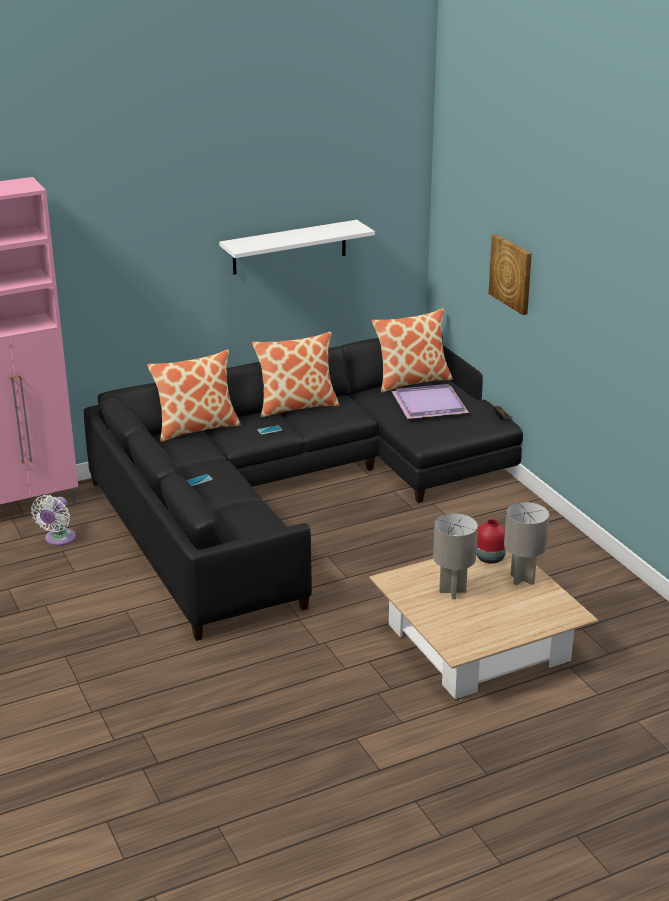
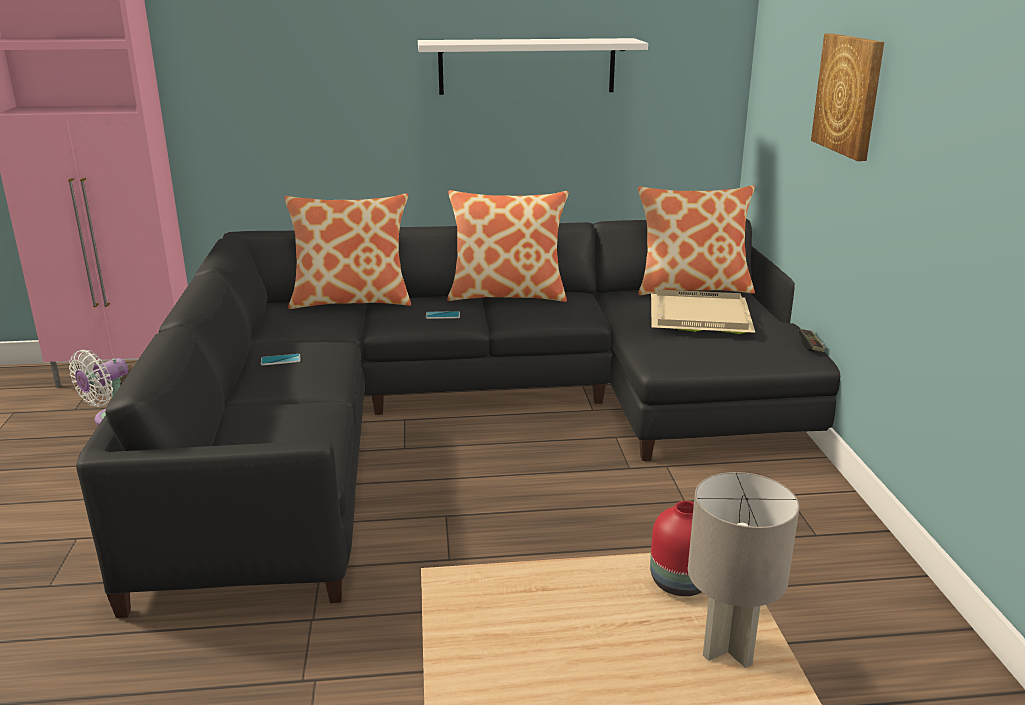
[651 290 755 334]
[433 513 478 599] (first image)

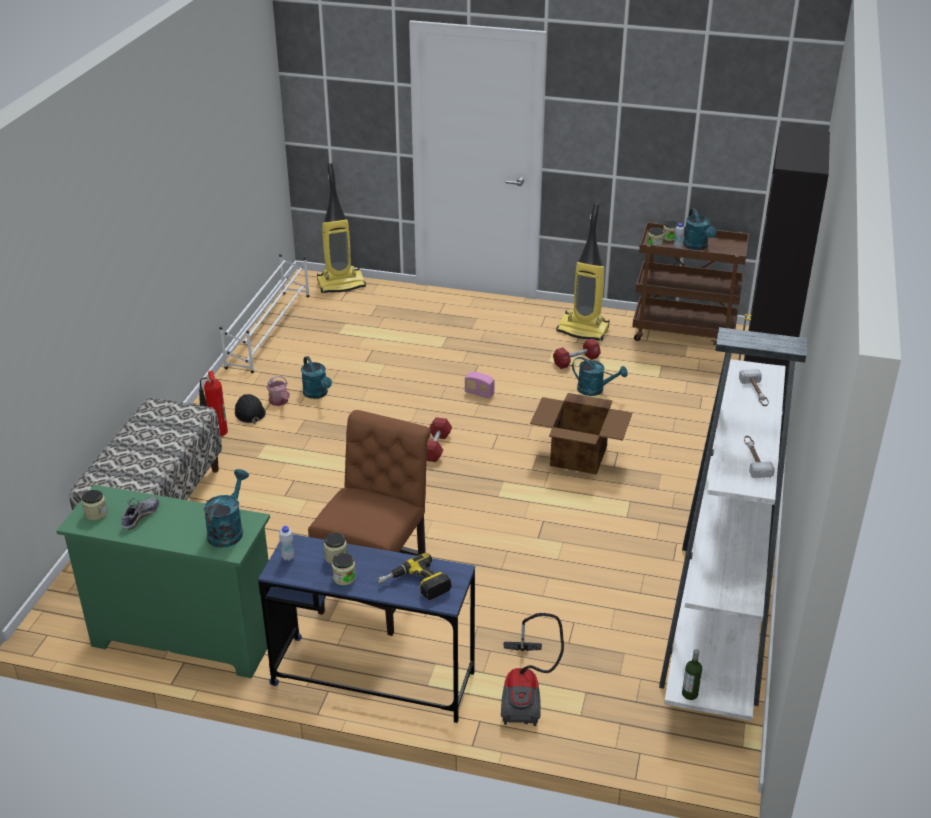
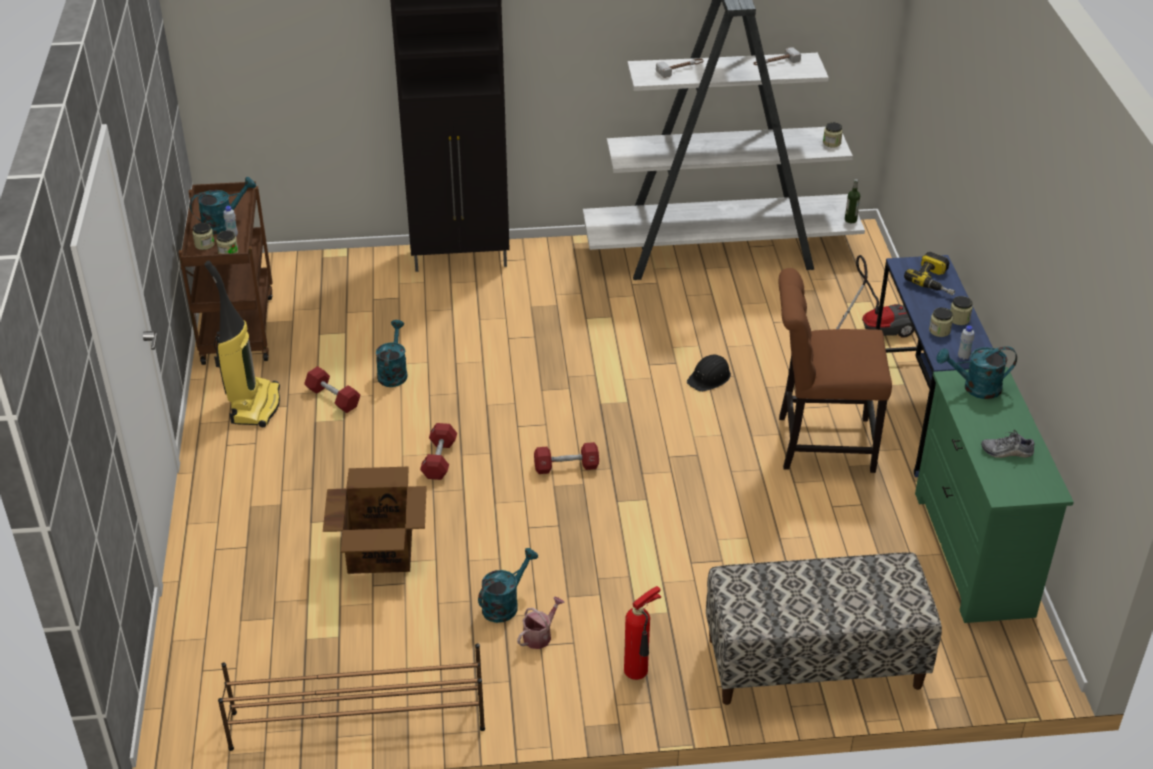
[218 643 485 751]
[323 467 427 574]
[420 423 457 480]
[687 355 731 392]
[823 122 843 148]
[317 163 366 293] (first image)

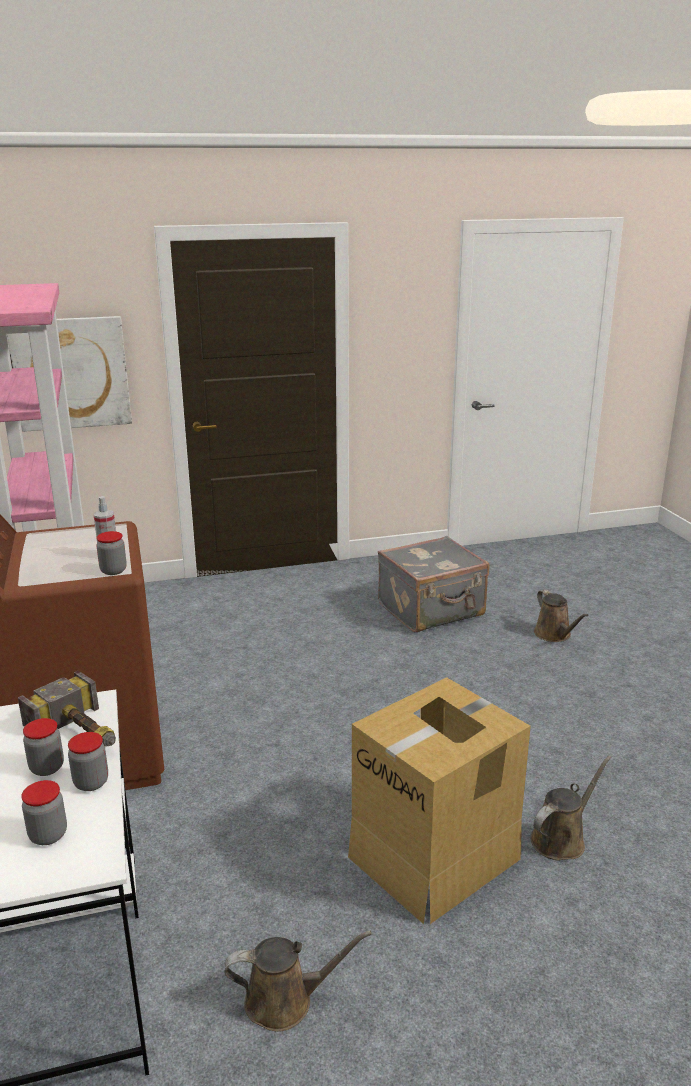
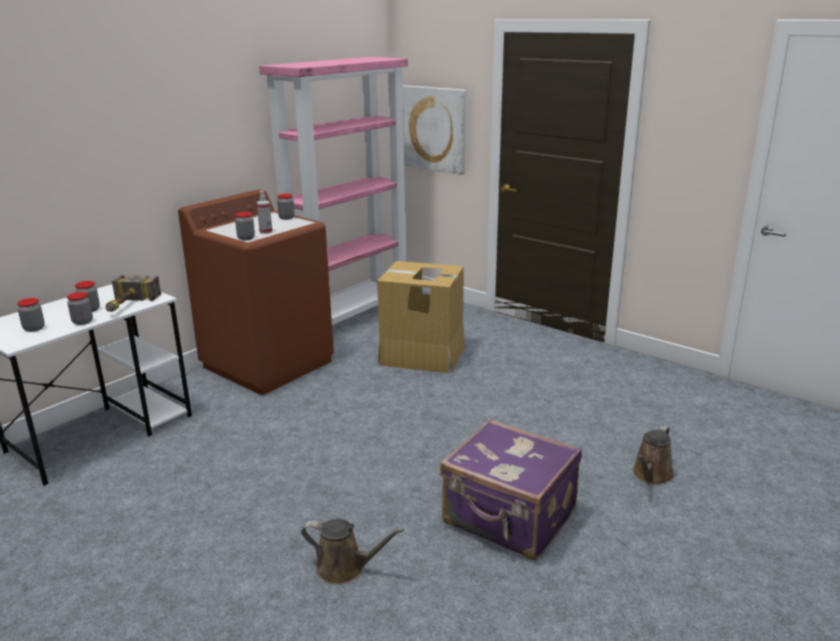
[277 194 295 220]
[377 261 465 373]
[440 419 582 561]
[224 931 372 1032] (first image)
[378 536 490 632] (first image)

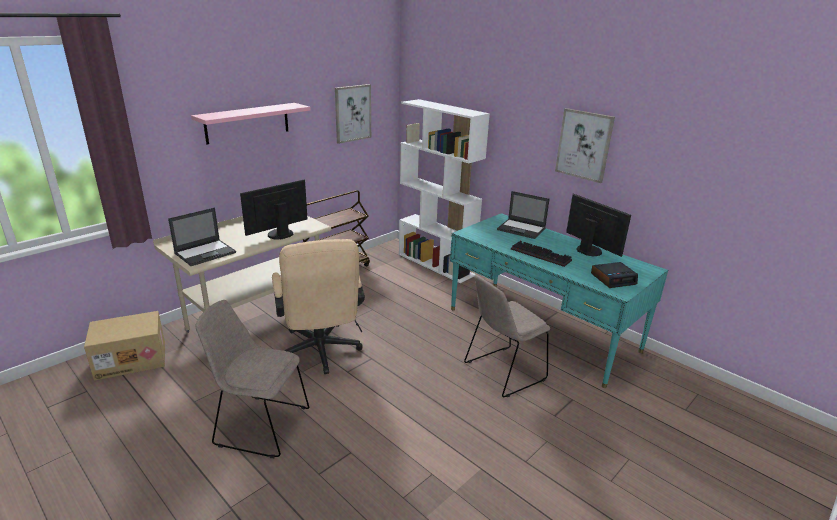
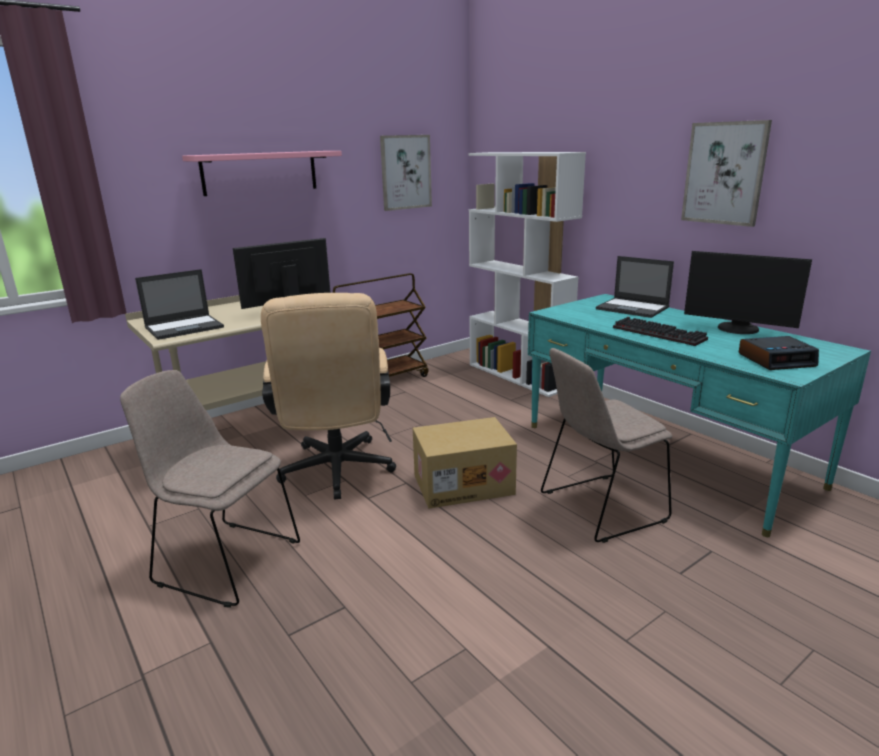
[413 417 517 508]
[684 251 812 334]

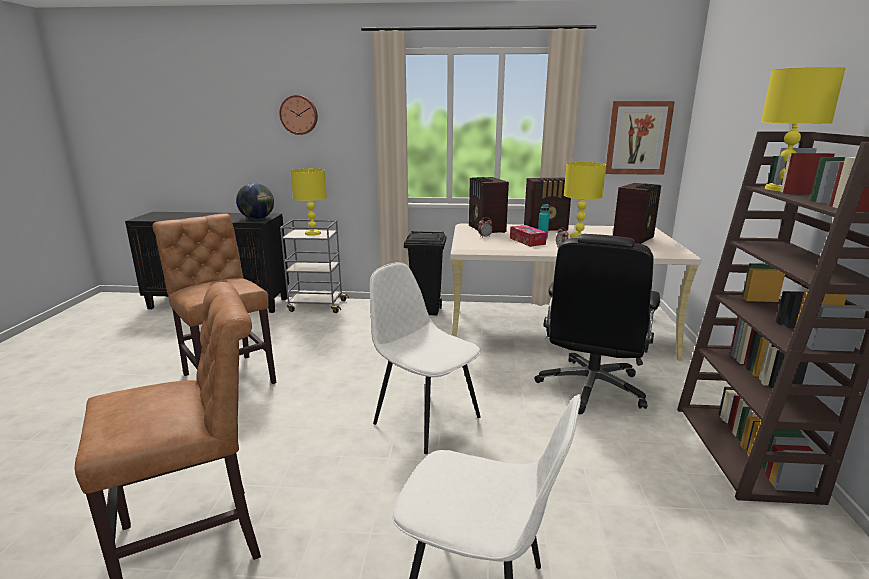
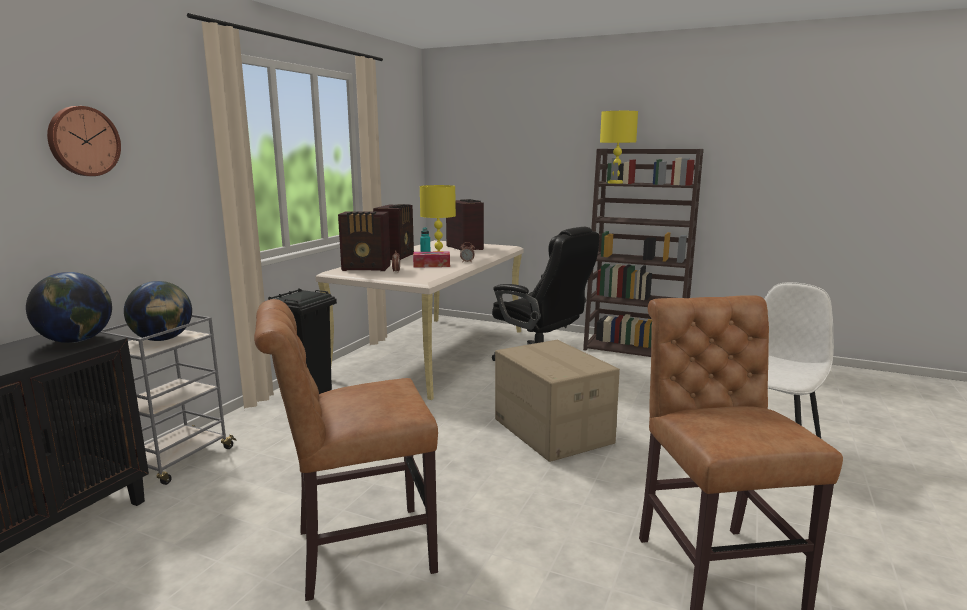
[124 281 192 341]
[495 340 620 462]
[605 101 675 175] (first image)

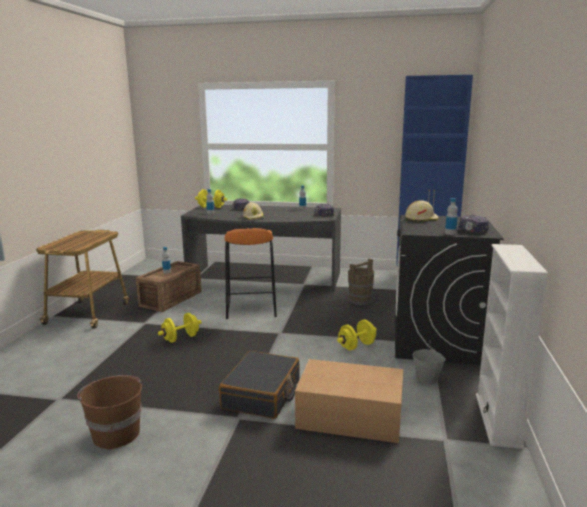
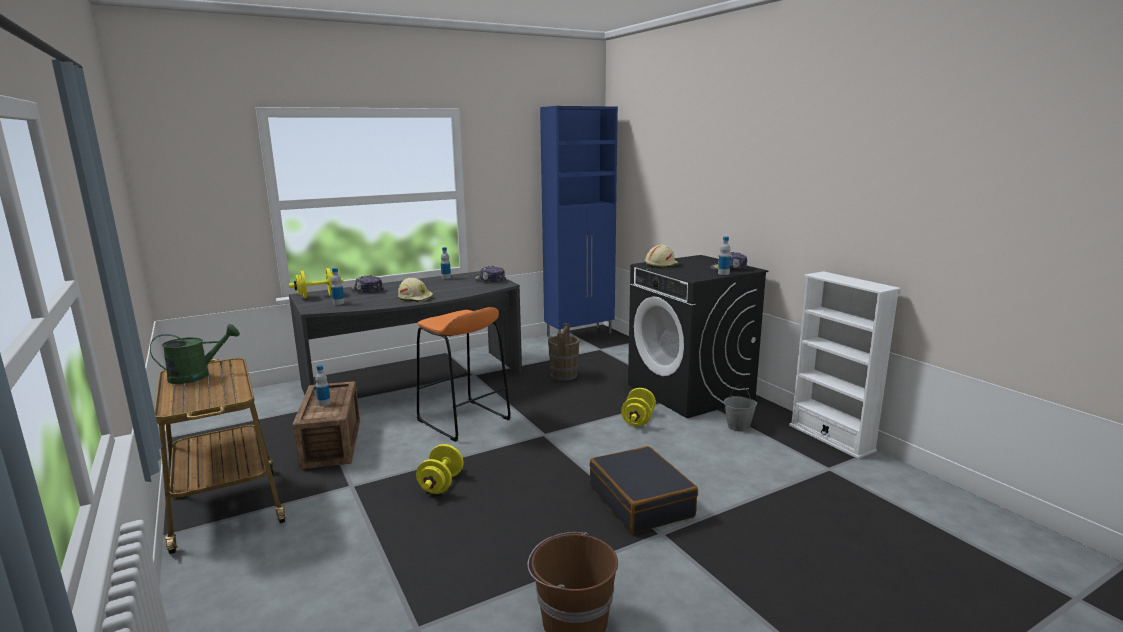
[150 324 240 384]
[295 359 403 443] (first image)

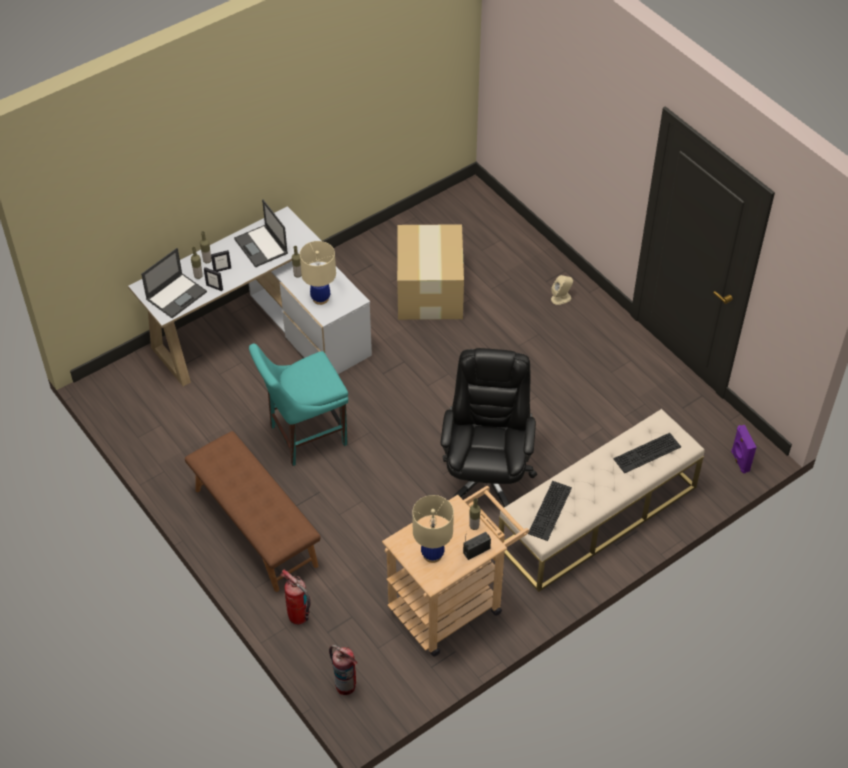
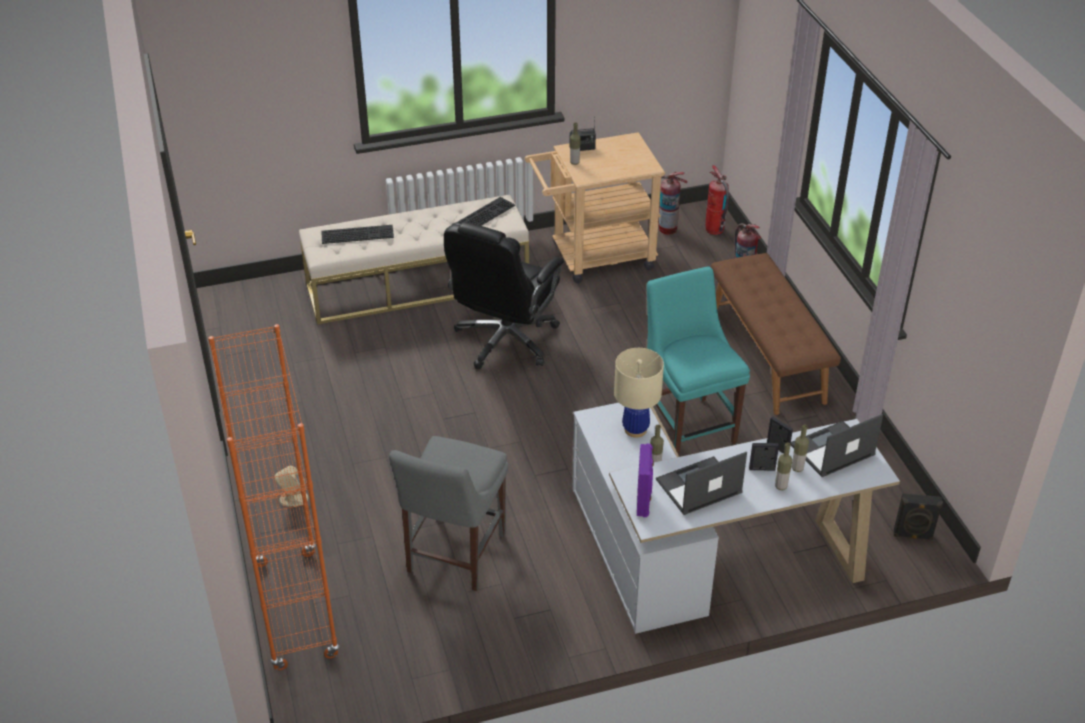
[208 324 340 670]
[389 436 509 591]
[637 444 654 517]
[647 266 750 455]
[656 452 747 515]
[658 172 688 235]
[894 493 943 540]
[412 495 454 563] (first image)

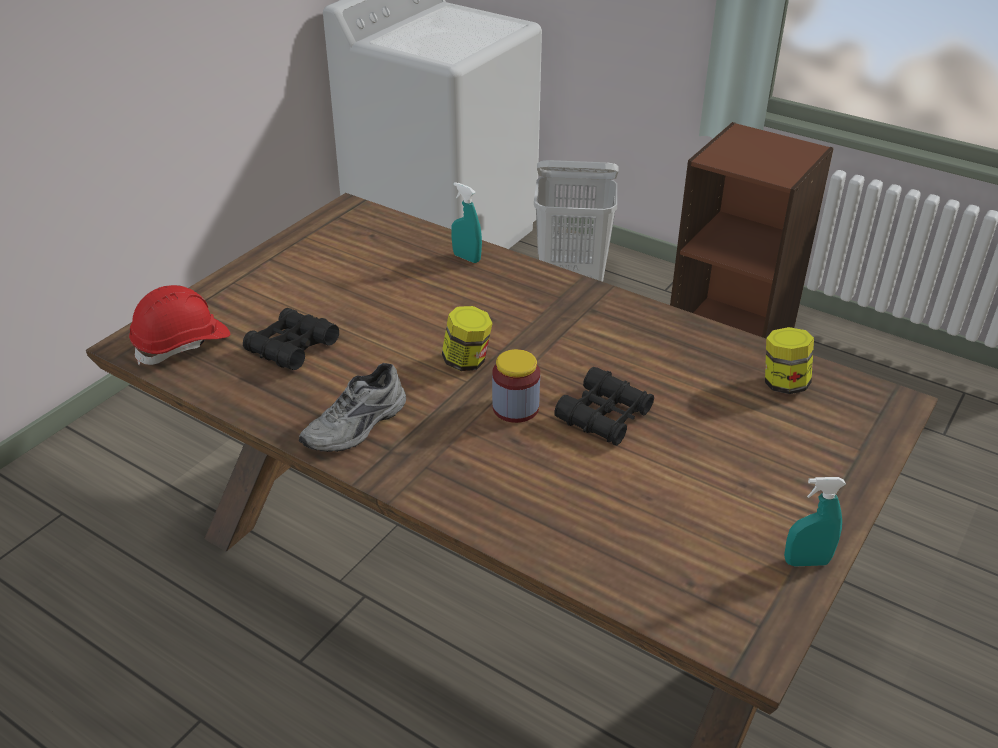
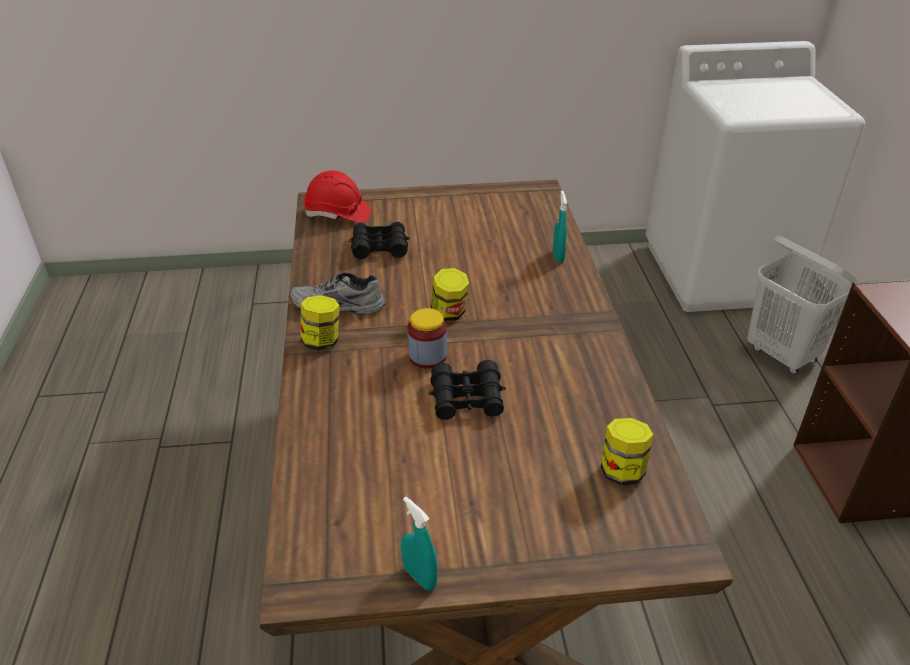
[300 295 340 351]

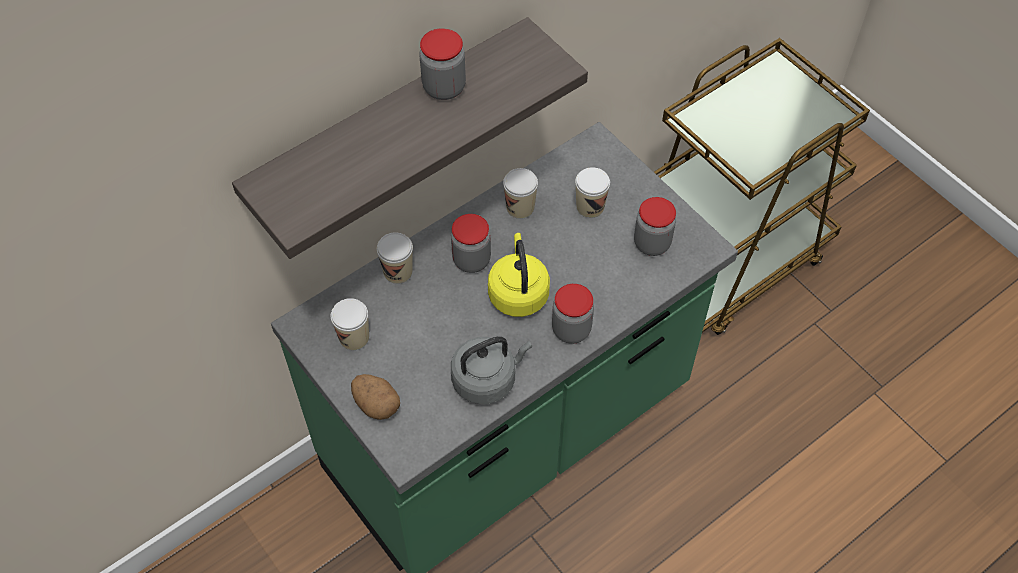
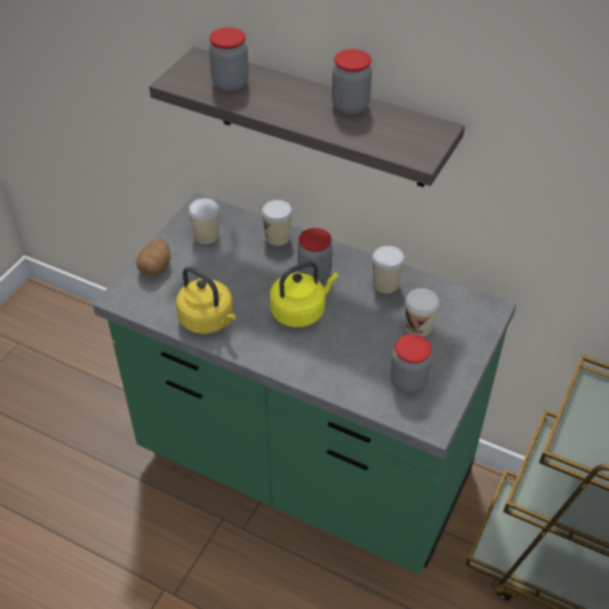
[176 267 236 334]
[209 27 249 92]

